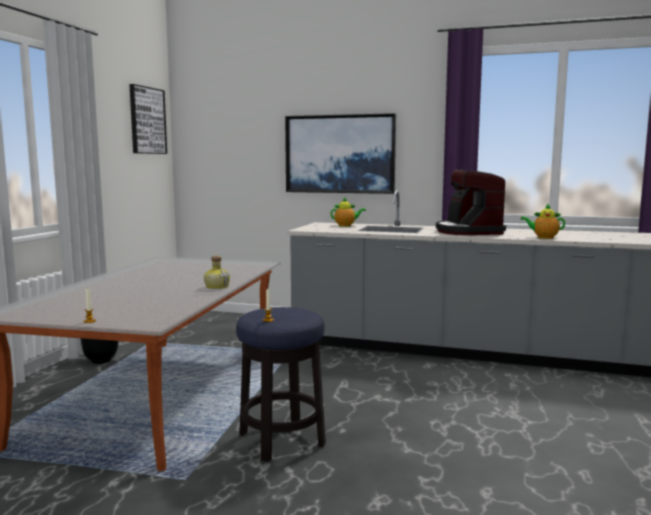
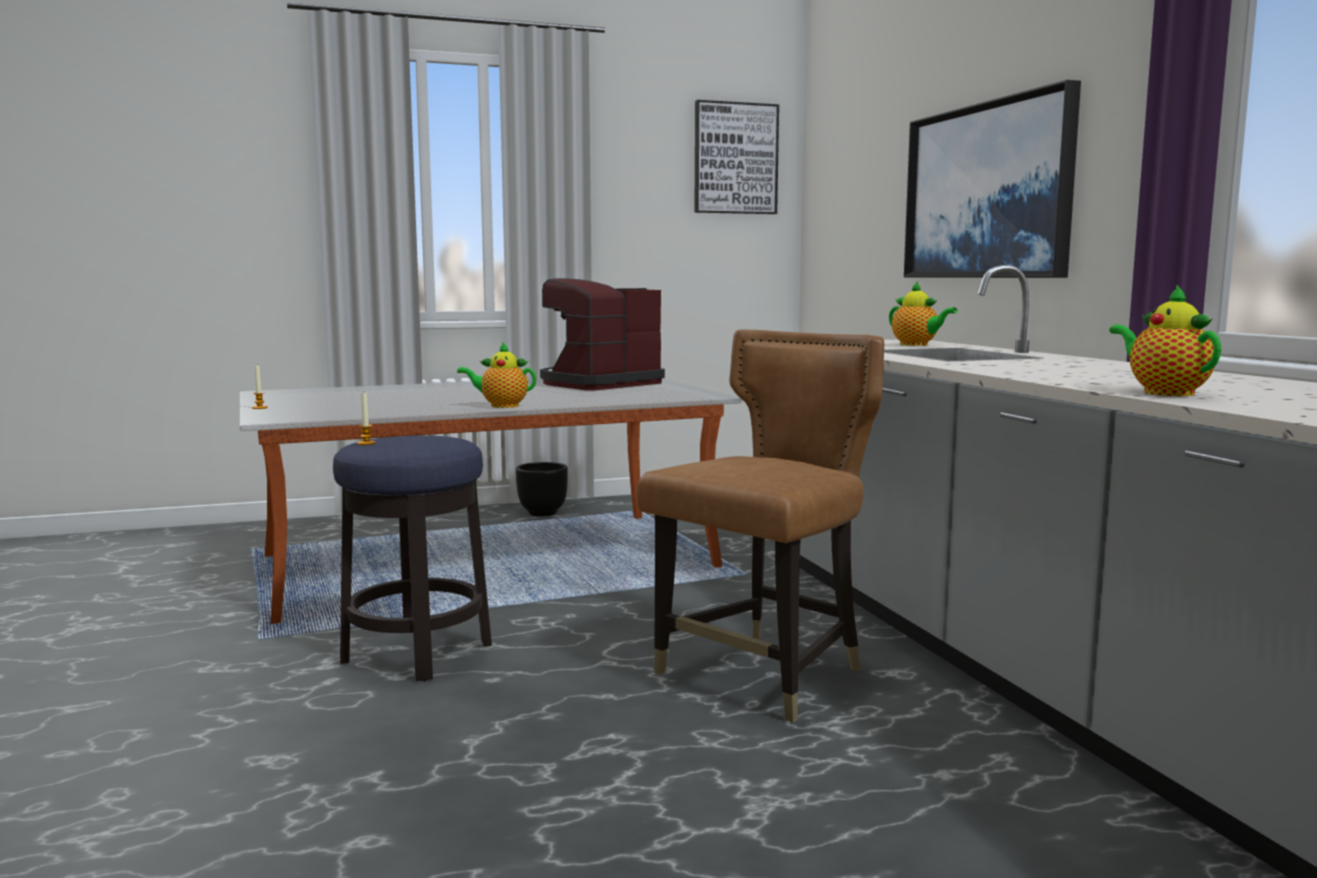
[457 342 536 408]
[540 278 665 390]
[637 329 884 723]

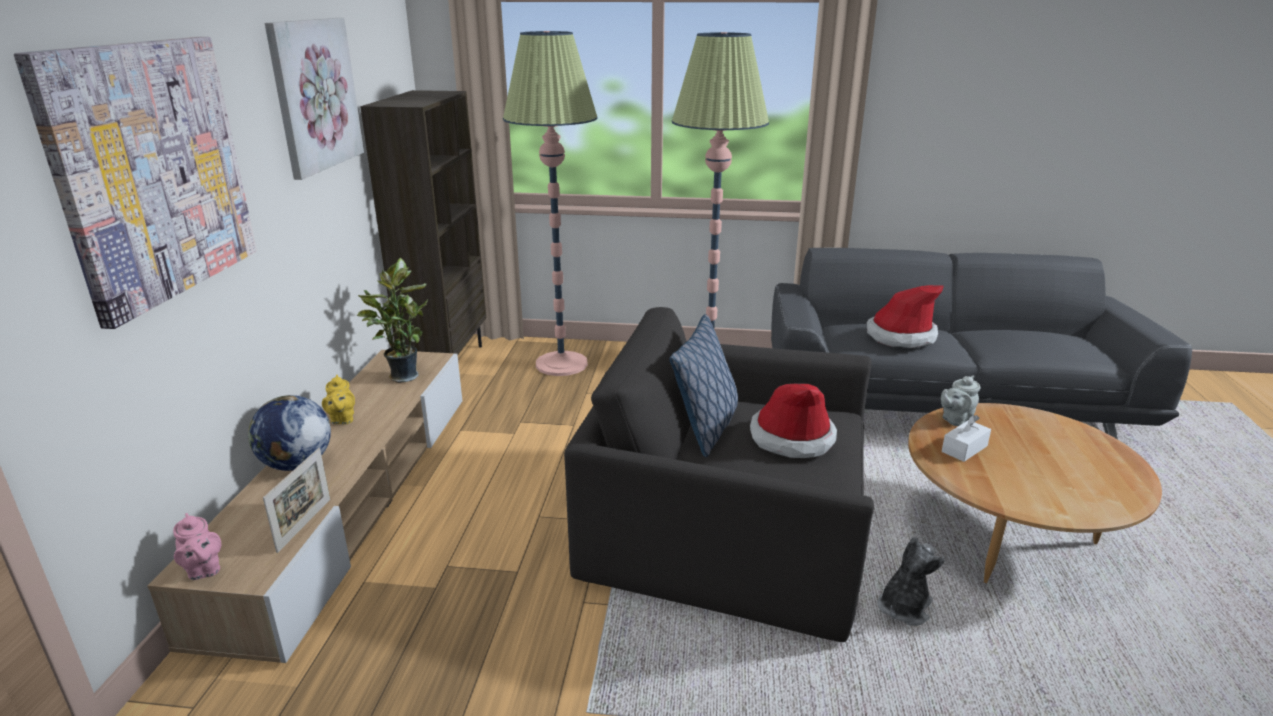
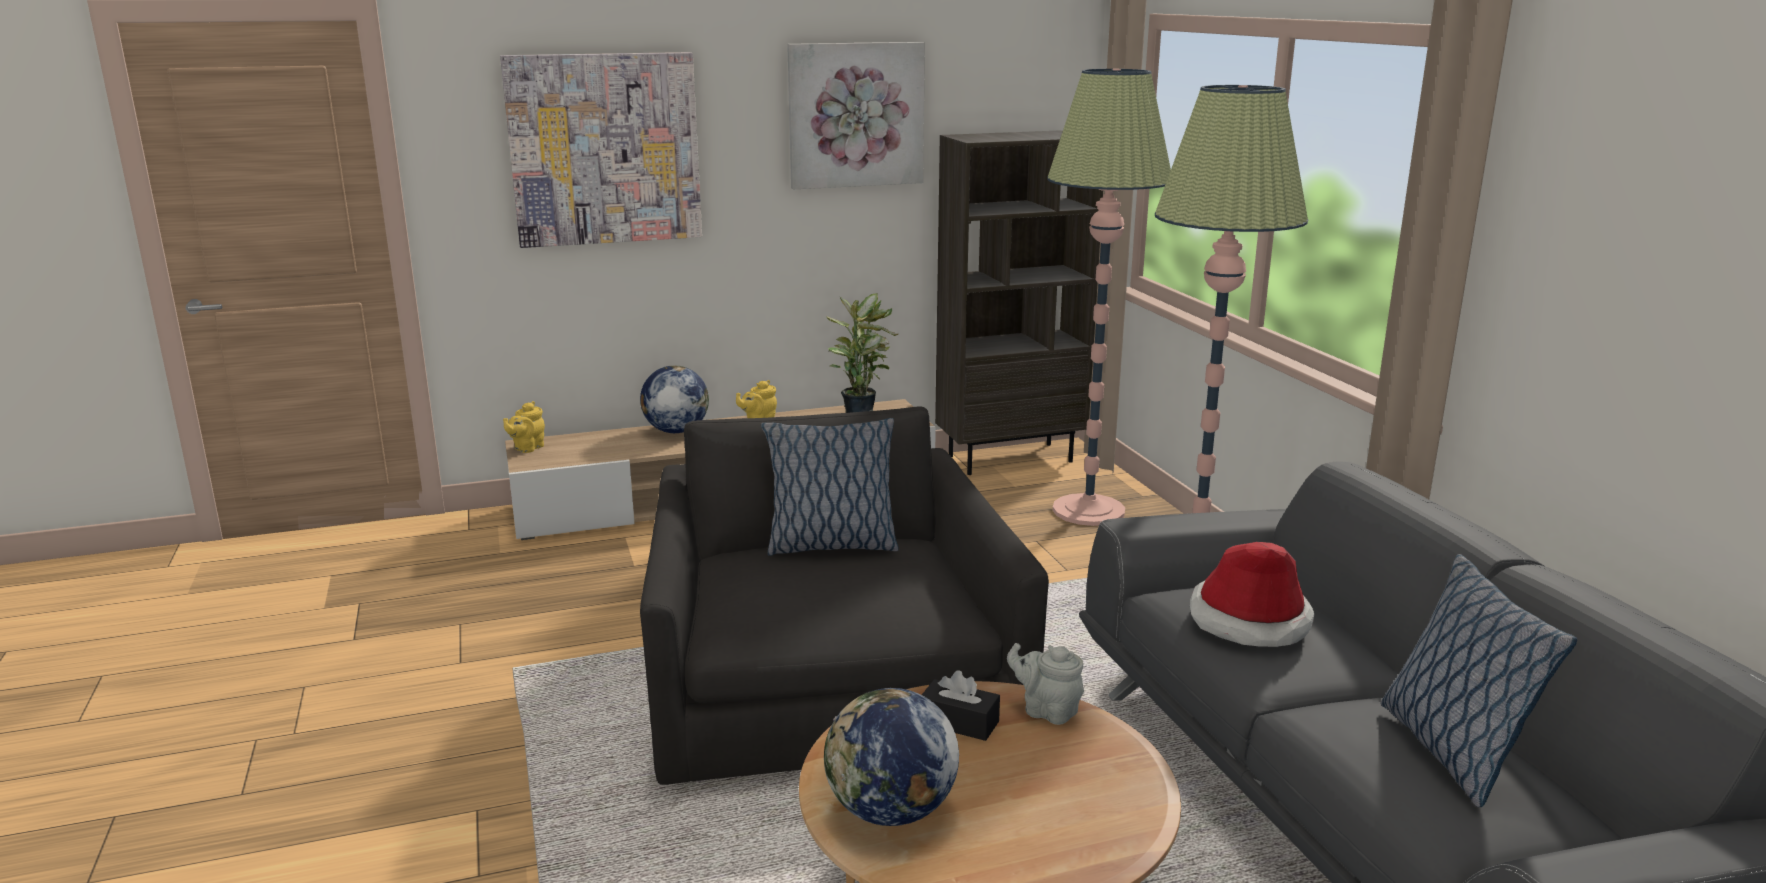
[503 401 545 453]
[824 688 959 826]
[922 670 1000 741]
[1381 554 1577 807]
[263 448 330 553] (first image)
[750 384 837 458] (first image)
[877 537 945 626] (first image)

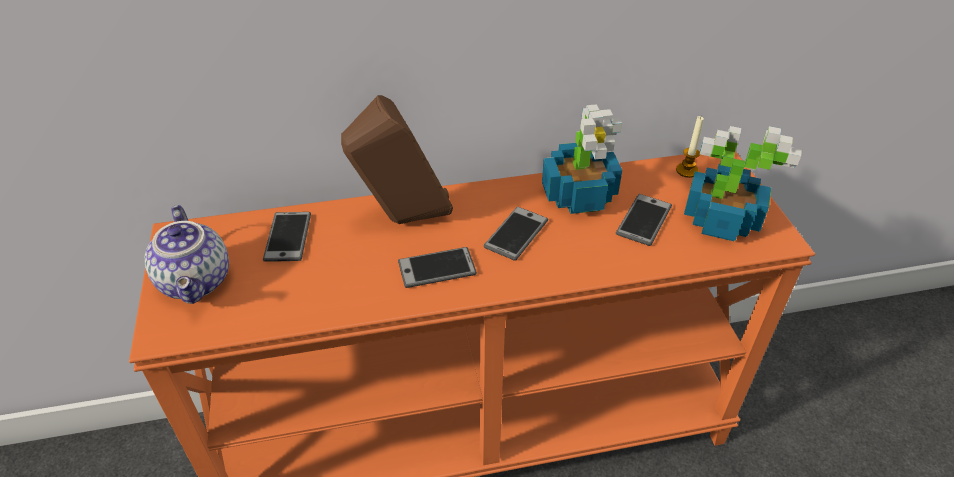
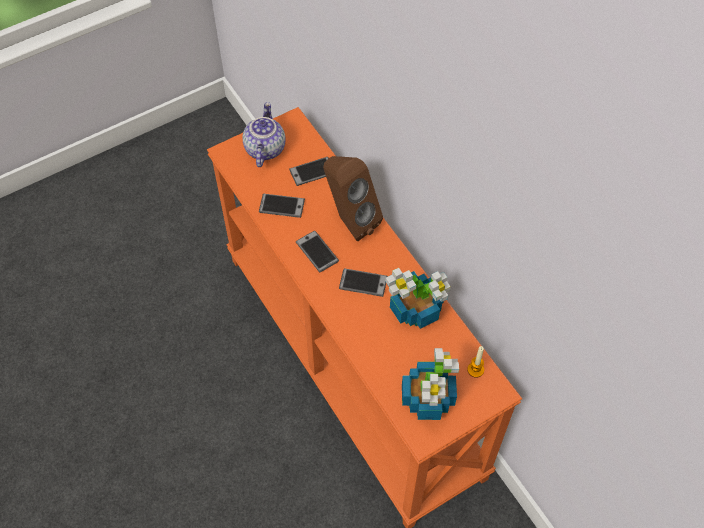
[243 102 286 167]
[259 194 305 218]

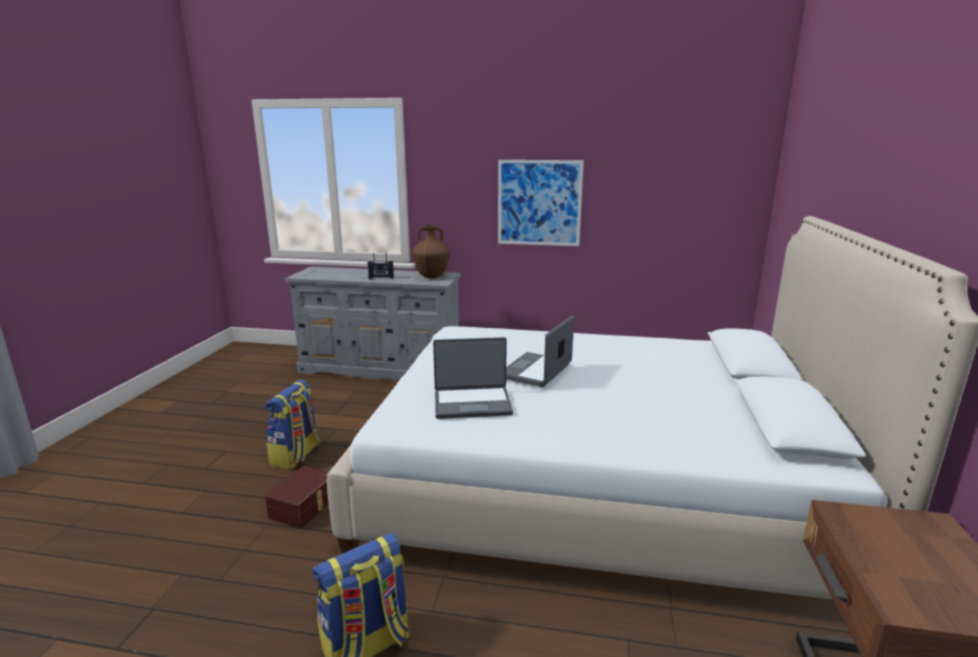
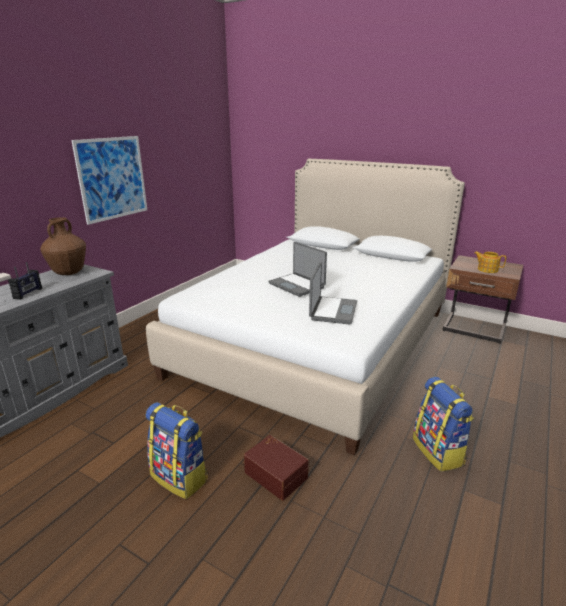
[475 251 506 273]

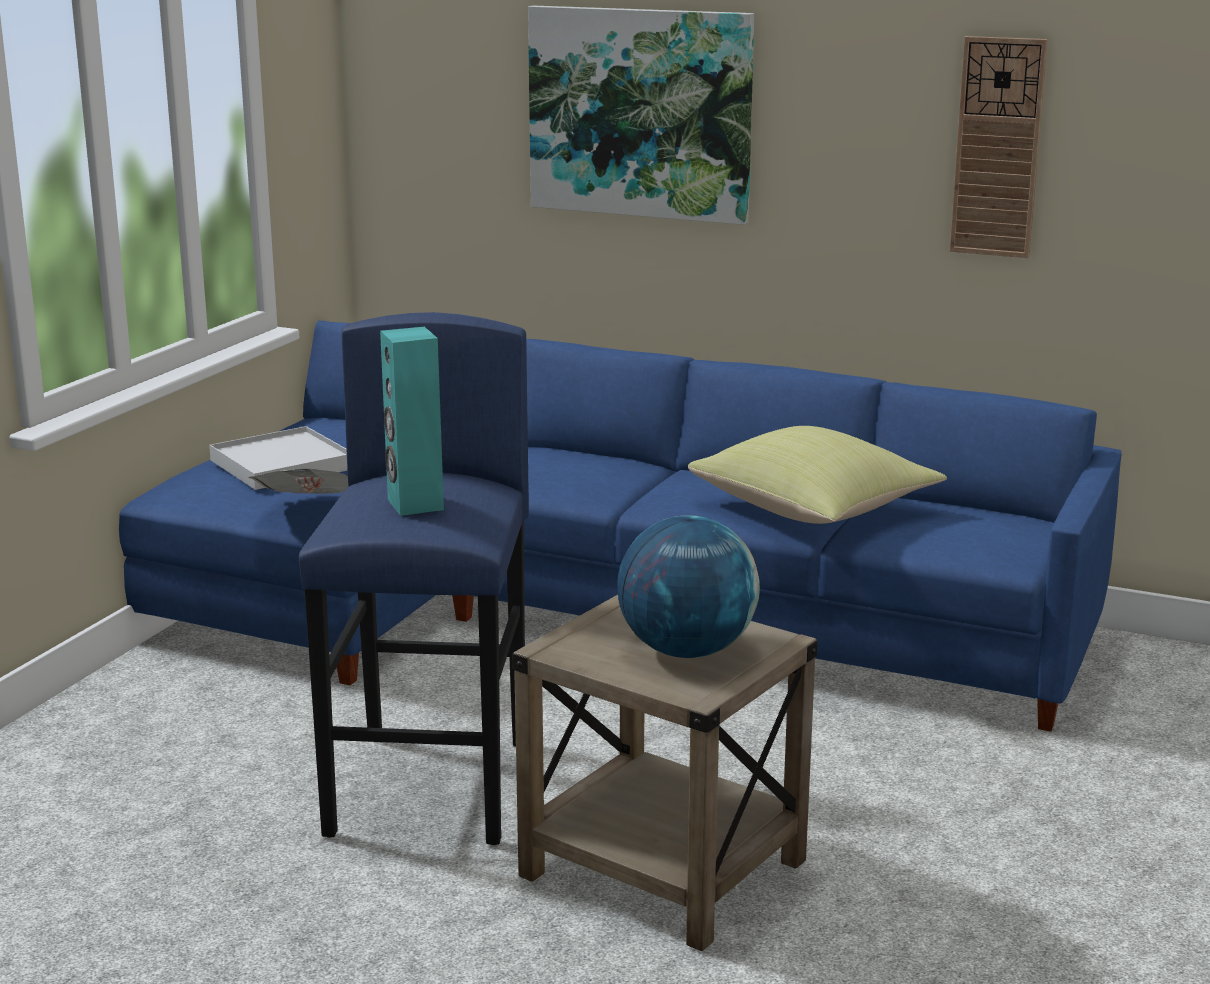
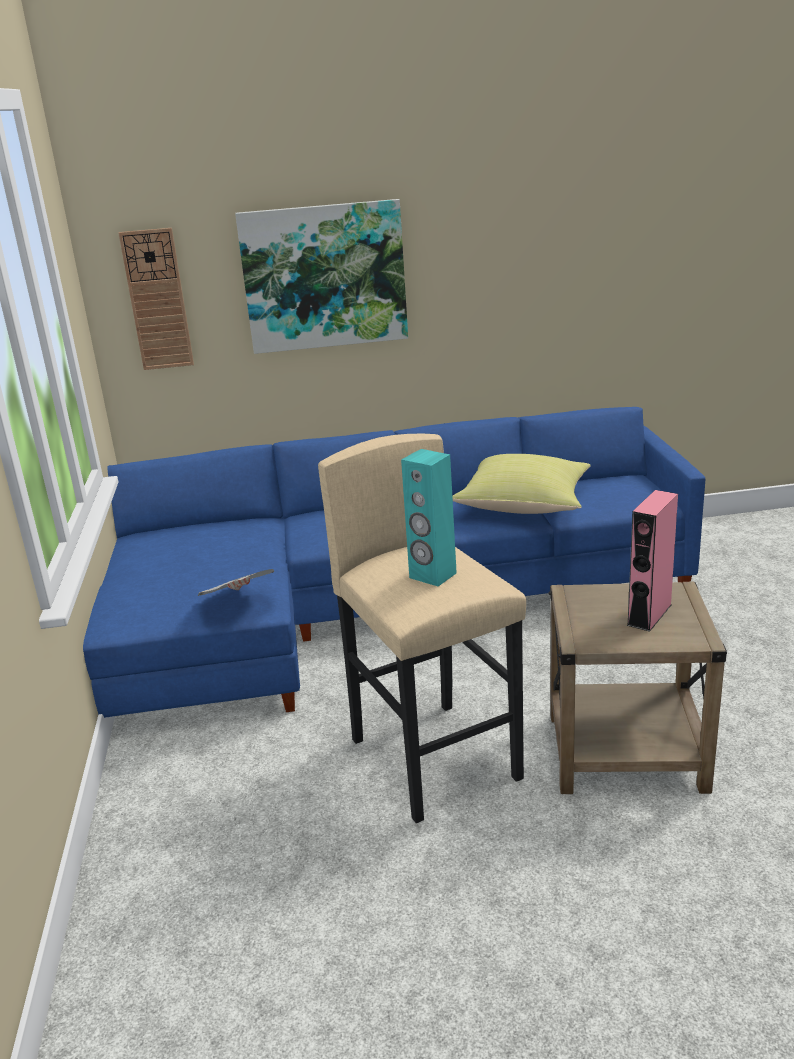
[119 228 194 370]
[318 434 526 823]
[627 490 678 632]
[209 426 347 490] (first image)

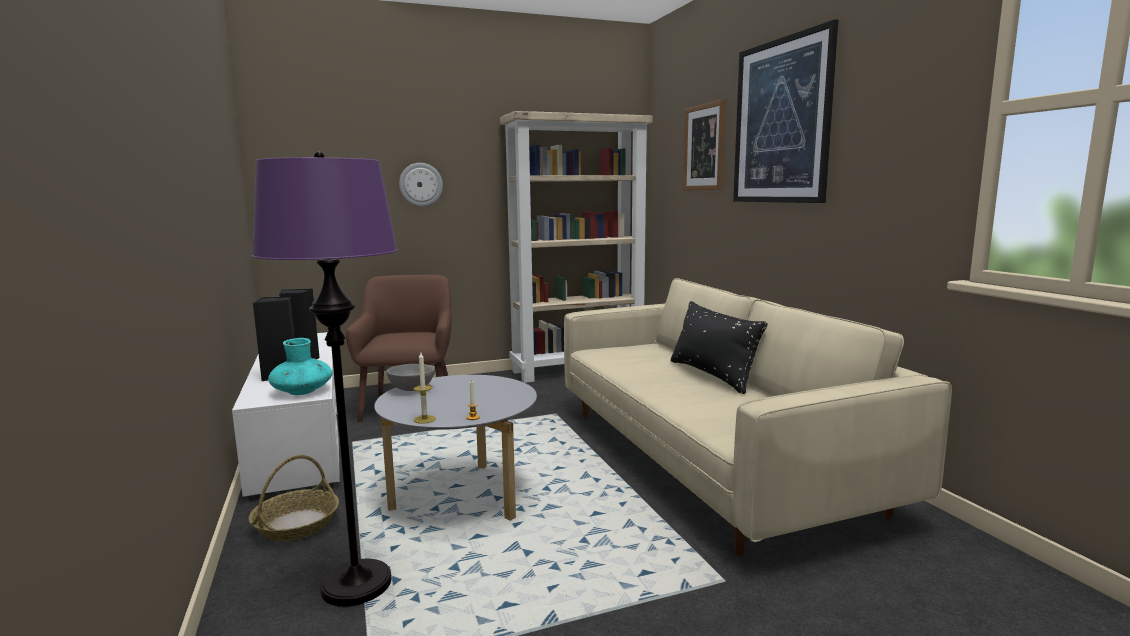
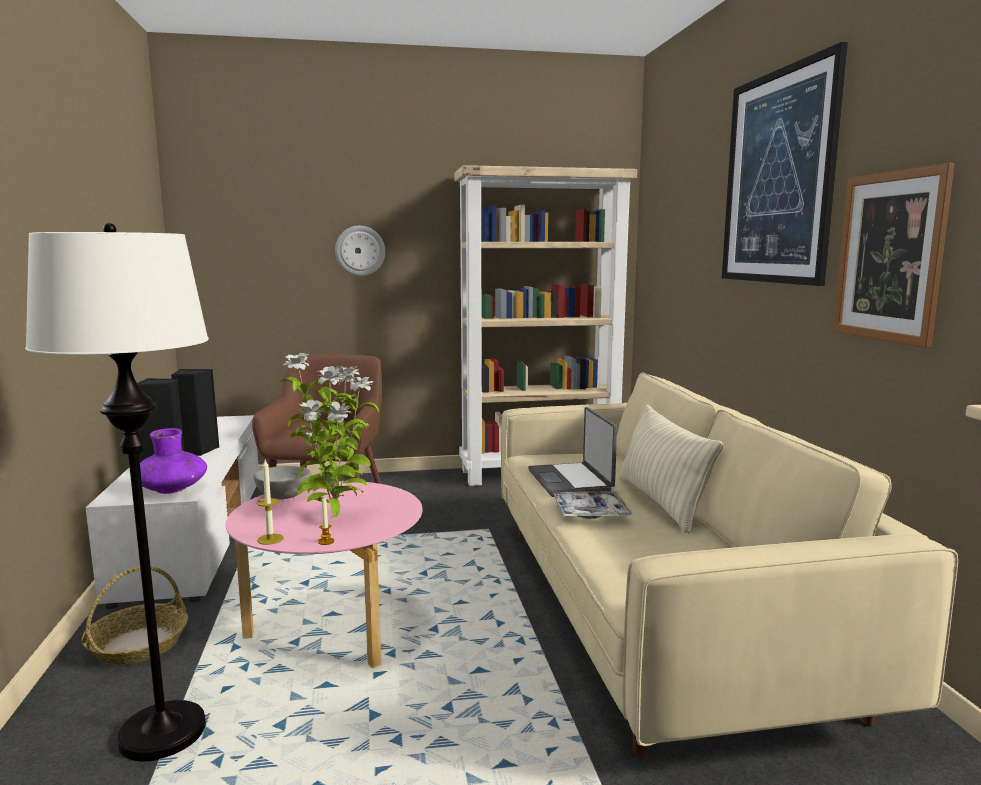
[25 223 209 761]
[140 428 207 494]
[226 481 423 668]
[281 353 379 517]
[528 407 617 497]
[553 491 632 519]
[619 405 724 533]
[833 163 954 348]

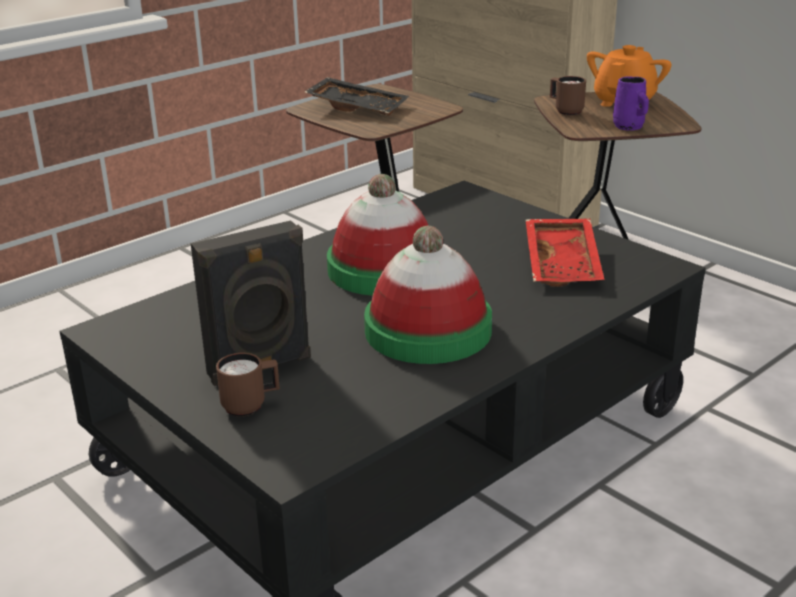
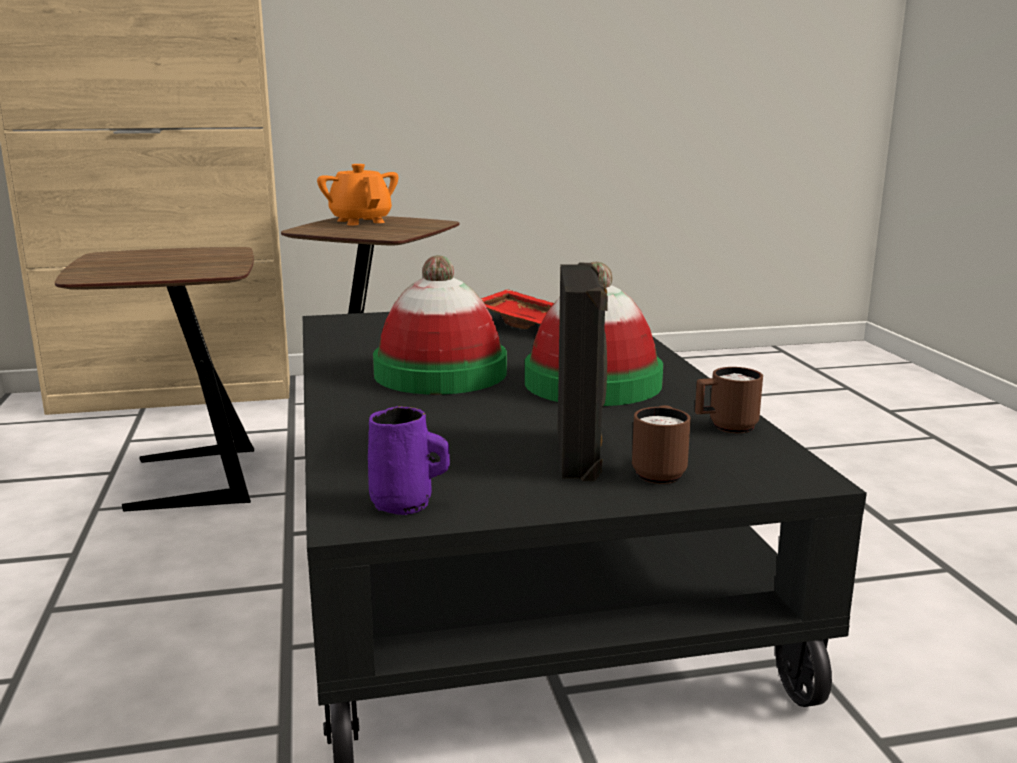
[368 406 450 515]
[695 367 763 433]
[305 77 409 116] (first image)

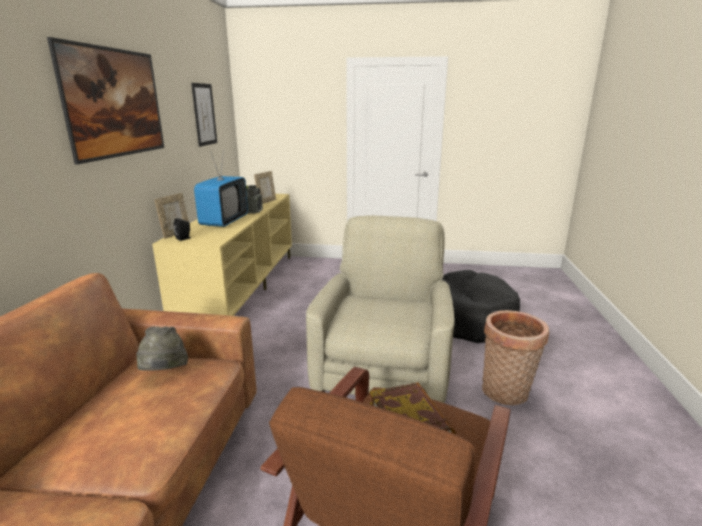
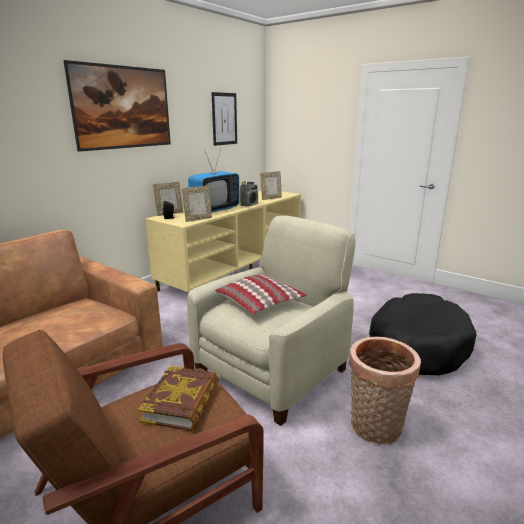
[182 186 212 222]
[215 274 307 315]
[136 326 188 371] (first image)

